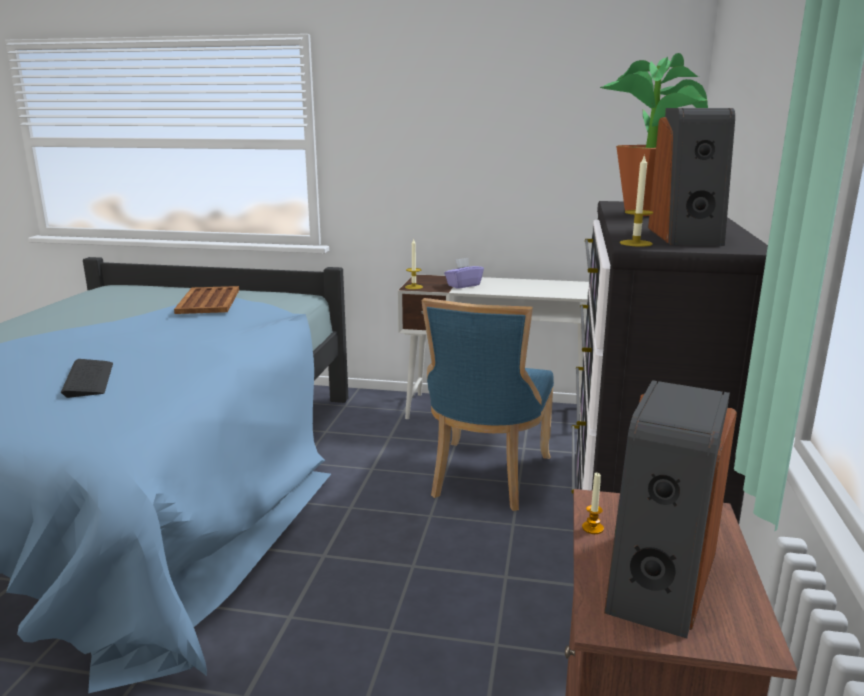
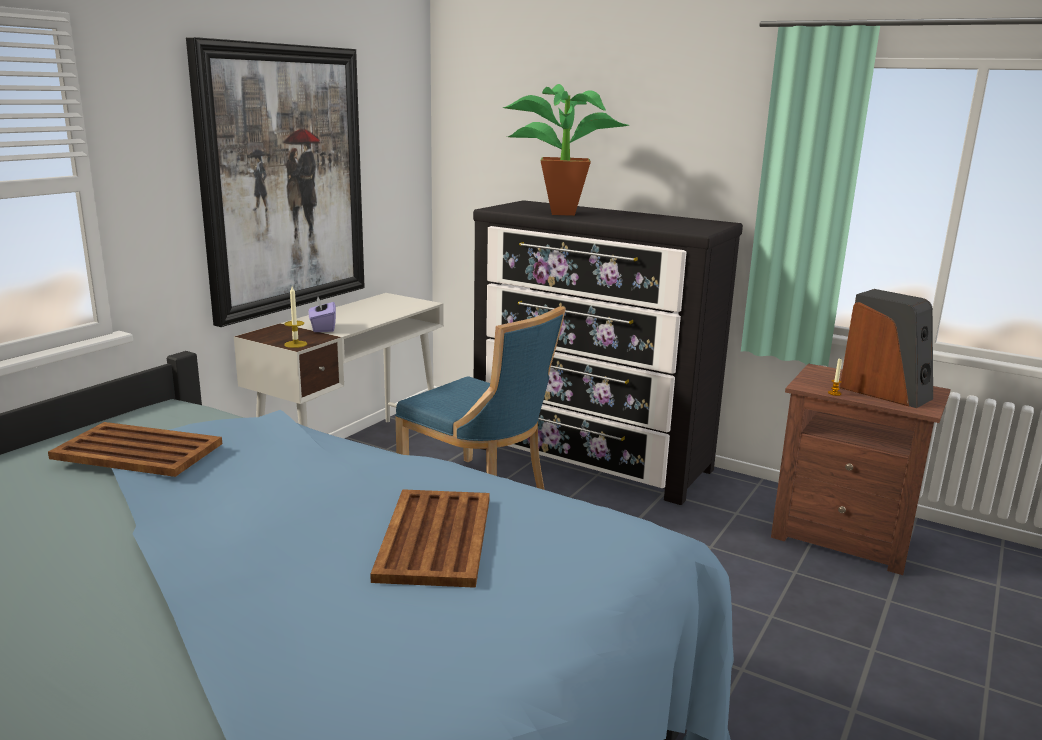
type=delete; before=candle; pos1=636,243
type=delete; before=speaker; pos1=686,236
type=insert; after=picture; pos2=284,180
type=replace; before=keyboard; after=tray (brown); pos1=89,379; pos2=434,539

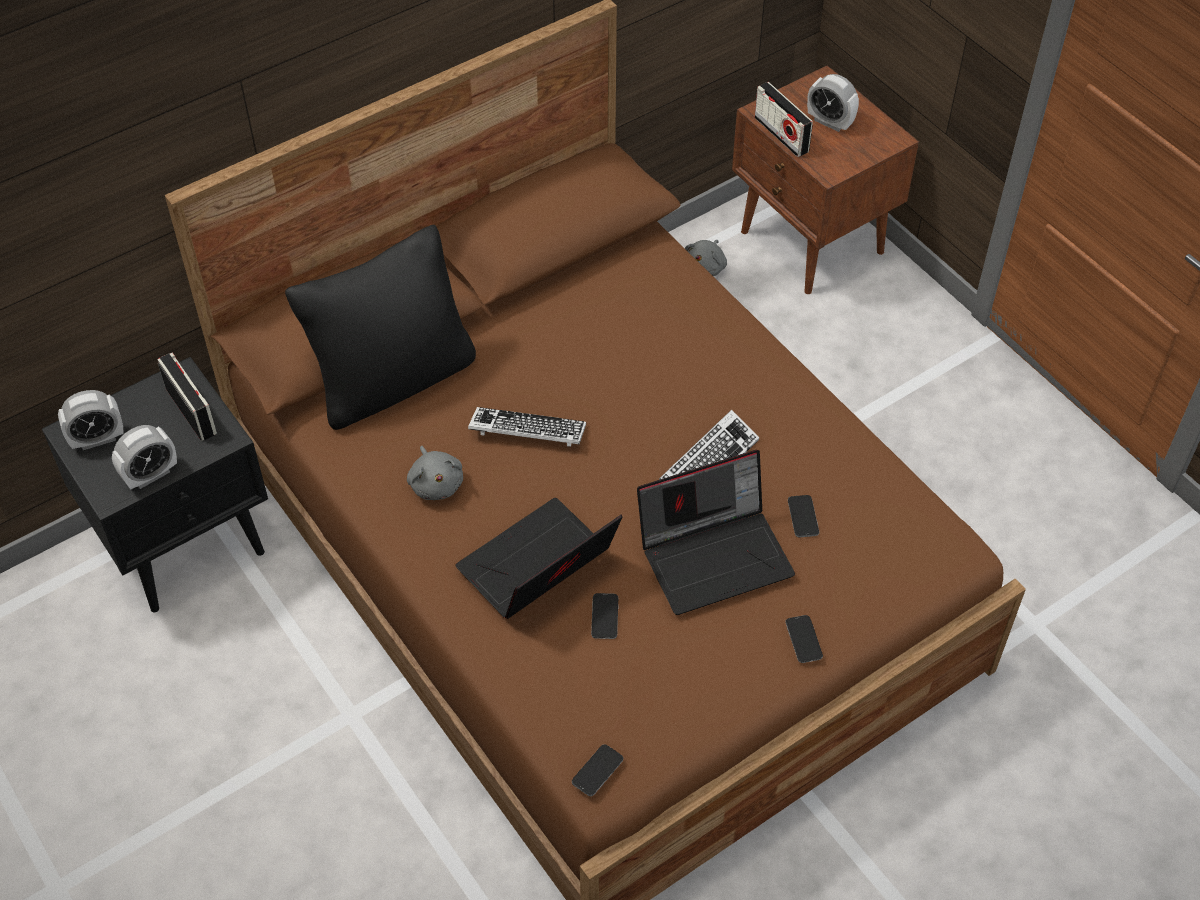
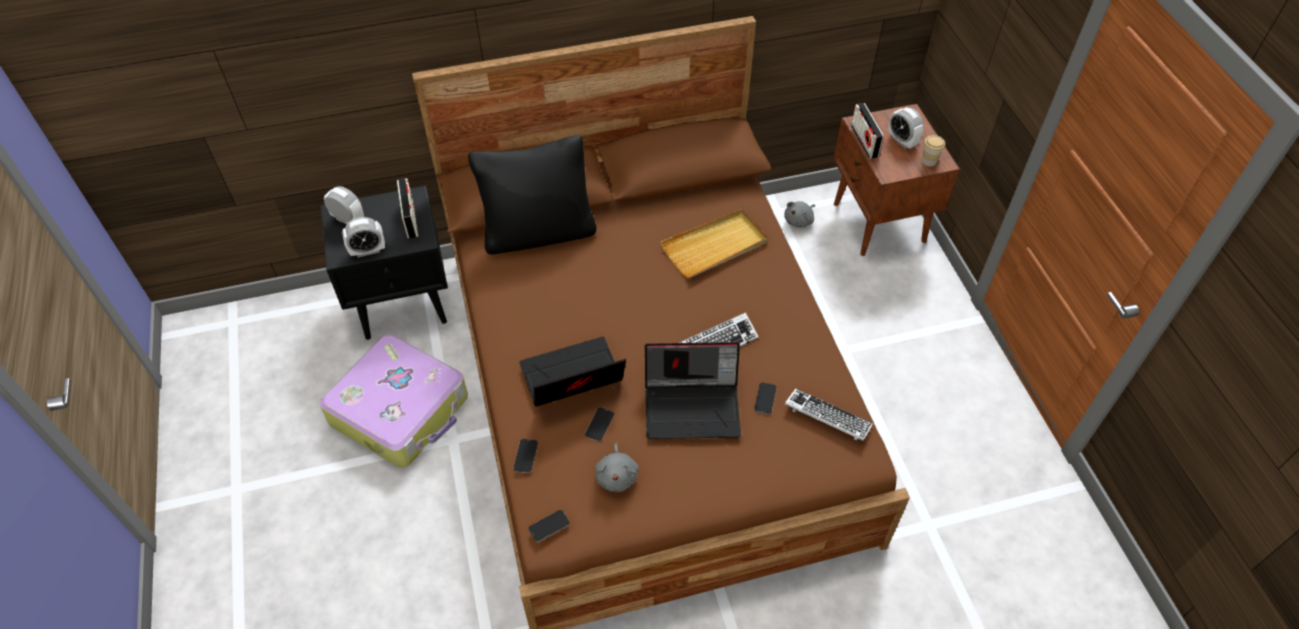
type=insert; after=suitcase; pos2=401,410
type=insert; after=tray (beige); pos2=715,246
type=insert; after=cup; pos2=929,161
type=move; before=plush toy (grey); pos1=436,483; pos2=617,476
type=move; before=keyboard; pos1=527,432; pos2=827,418
type=move; before=phone; pos1=803,639; pos2=525,456
type=rotate; before=alarm clock; pos1=97,439; pos2=348,220; turn=-150

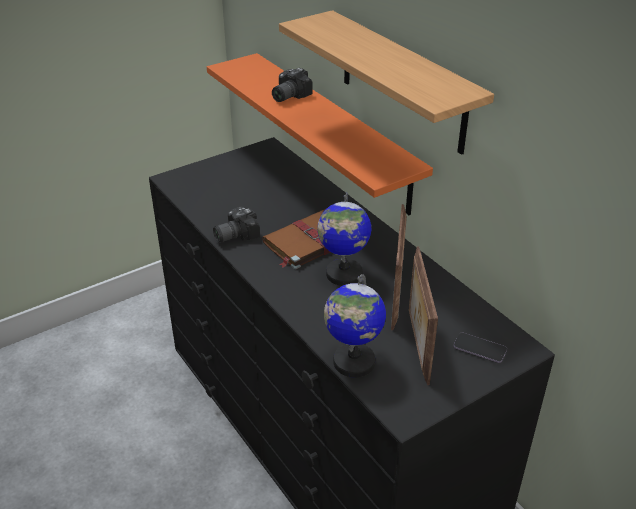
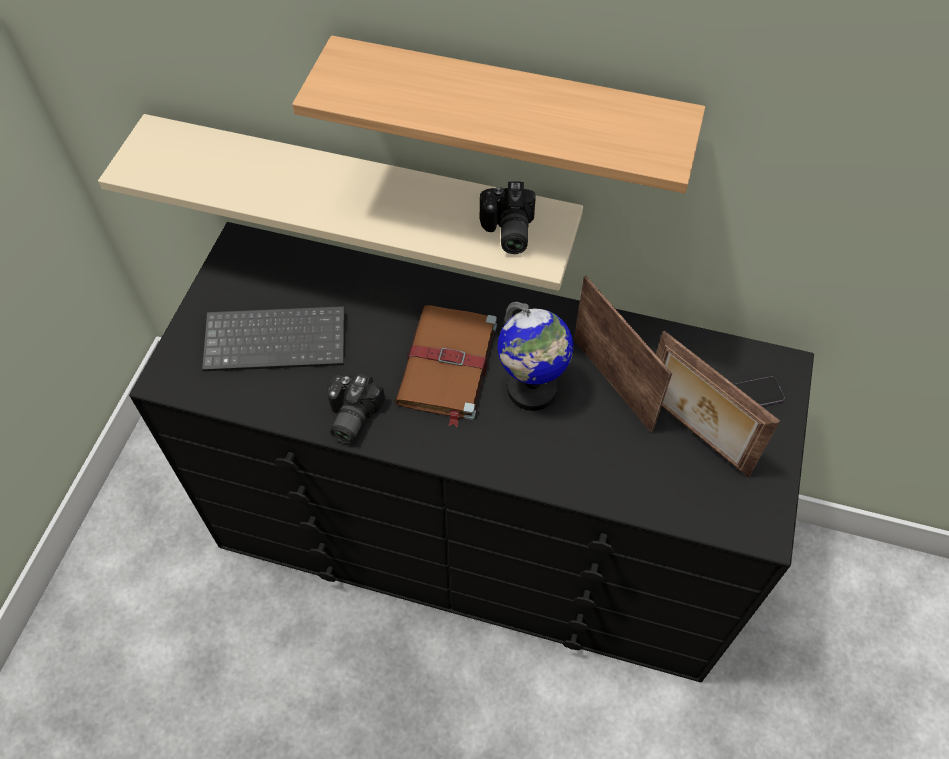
type=delete; before=globe; pos1=353,362
type=insert; after=keyboard; pos2=277,339
type=move; before=photo camera; pos1=287,96; pos2=506,231
type=recolor; before=shelf (orange); after=shelf (beige); pos1=333,131; pos2=360,191

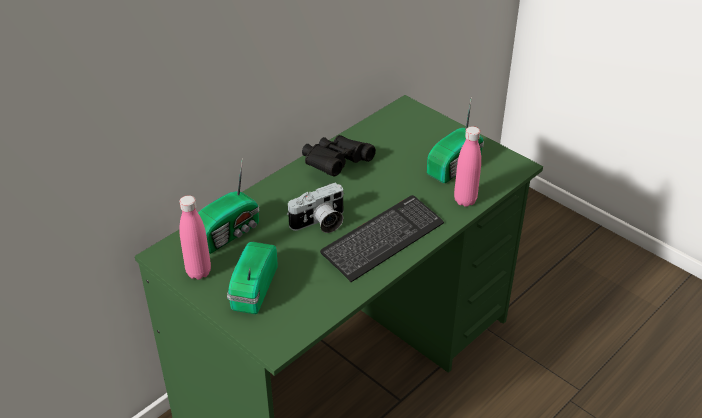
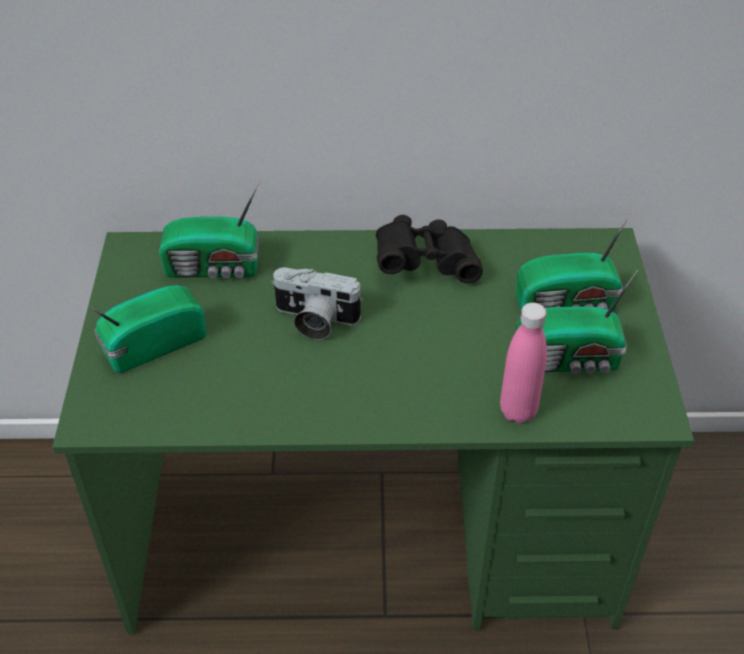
type=delete; before=bottle (pink); pos1=198,272
type=delete; before=keyboard; pos1=383,239
type=insert; after=radio; pos2=568,306

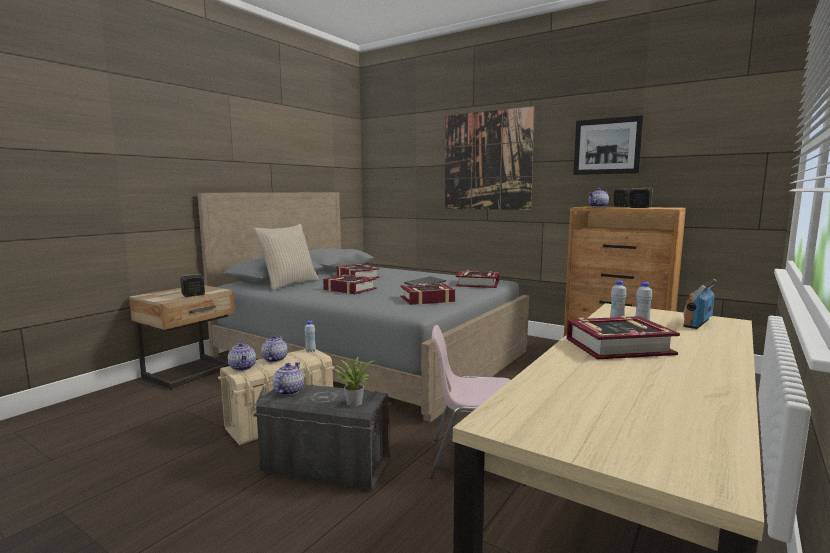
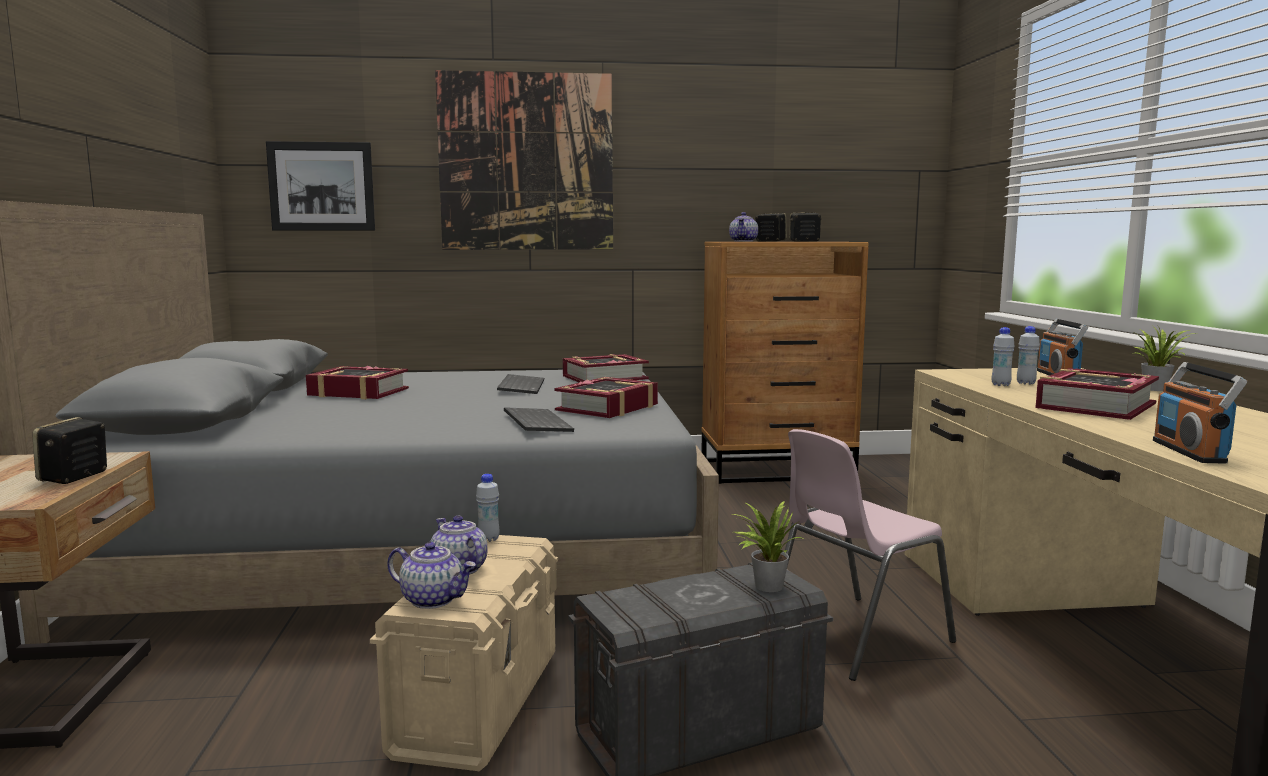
type=delete; before=pillow (beige); pos1=288,284
type=delete; before=teapot; pos1=288,391
type=delete; before=book; pos1=349,289
type=insert; after=keyboard; pos2=535,423
type=insert; after=potted plant; pos2=1156,389
type=insert; after=radio; pos2=1190,451
type=move; before=picture; pos1=607,146; pos2=321,186

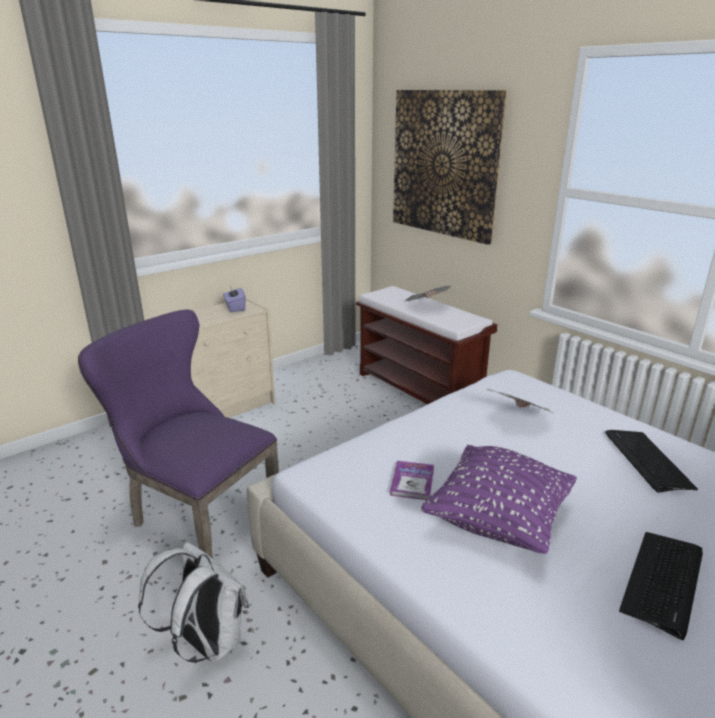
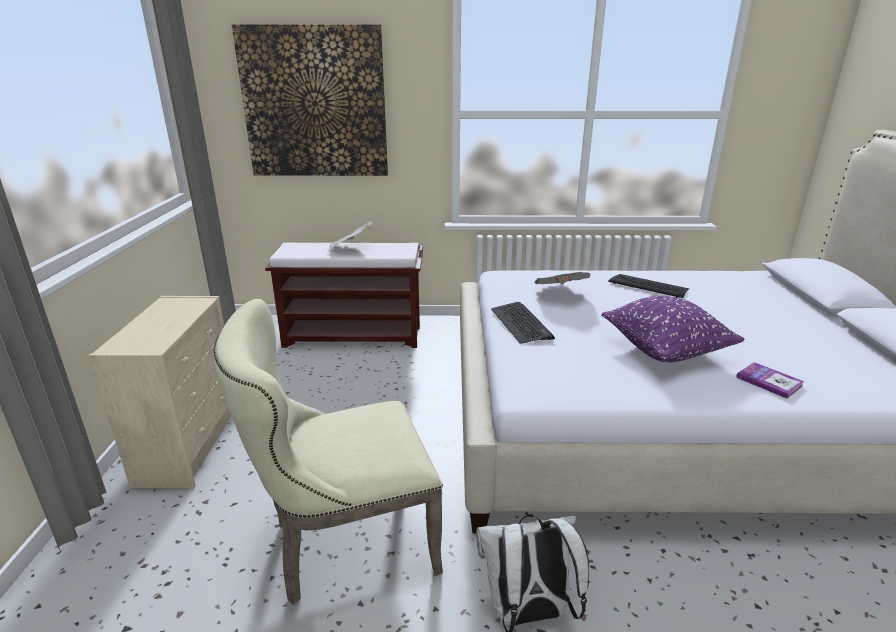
type=delete; before=tissue box (purple); pos1=235,308
type=move; before=book; pos1=412,481; pos2=769,381
type=move; before=keyboard; pos1=663,581; pos2=521,323
type=recolor; before=chair (purple); after=chair (beige); pos1=197,517; pos2=344,544

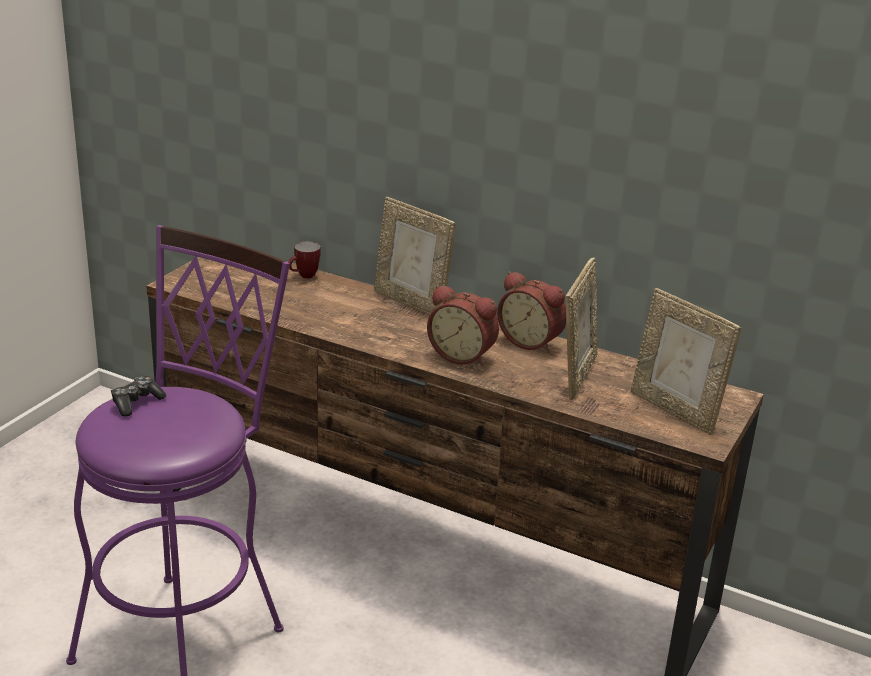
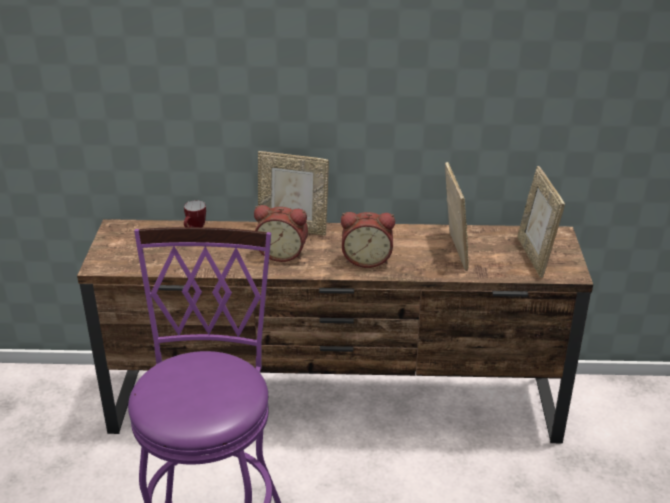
type=delete; before=game controller; pos1=136,402
type=move; before=alarm clock; pos1=531,341; pos2=282,253
type=rotate; before=picture frame; pos1=675,410; pos2=534,256; turn=60

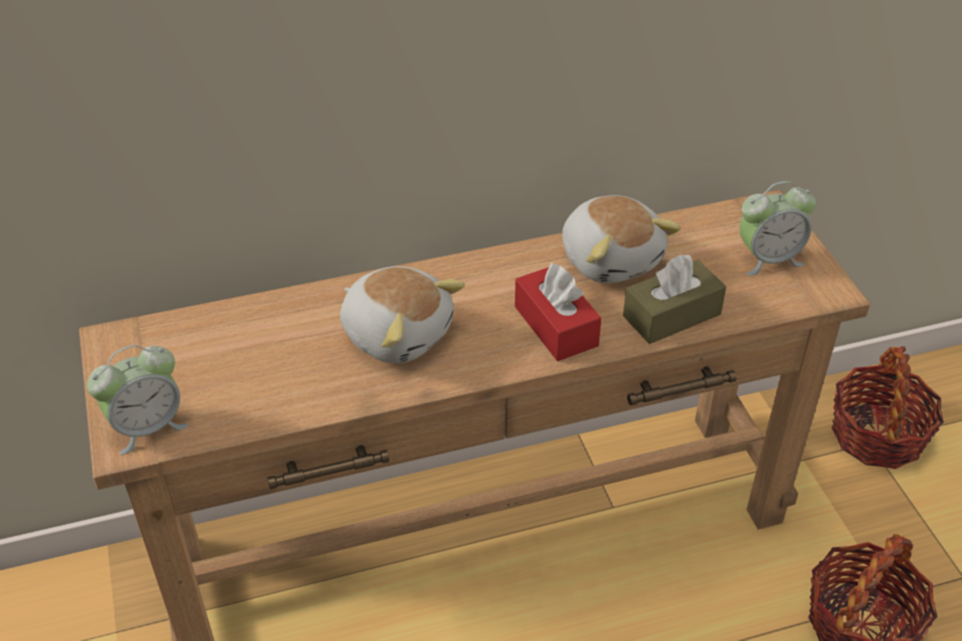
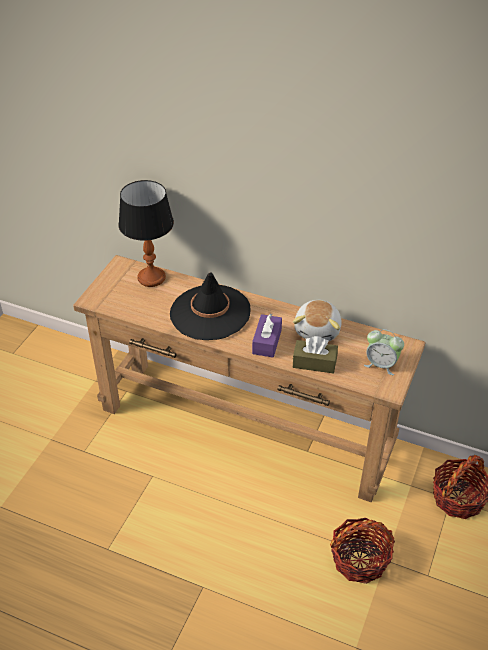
type=delete; before=alarm clock; pos1=147,427
type=insert; after=table lamp; pos2=151,278
type=replace; before=plush toy; after=hat (black); pos1=397,333; pos2=210,313
type=recolor; before=tissue box (red); after=tissue box (purple); pos1=556,326; pos2=267,342

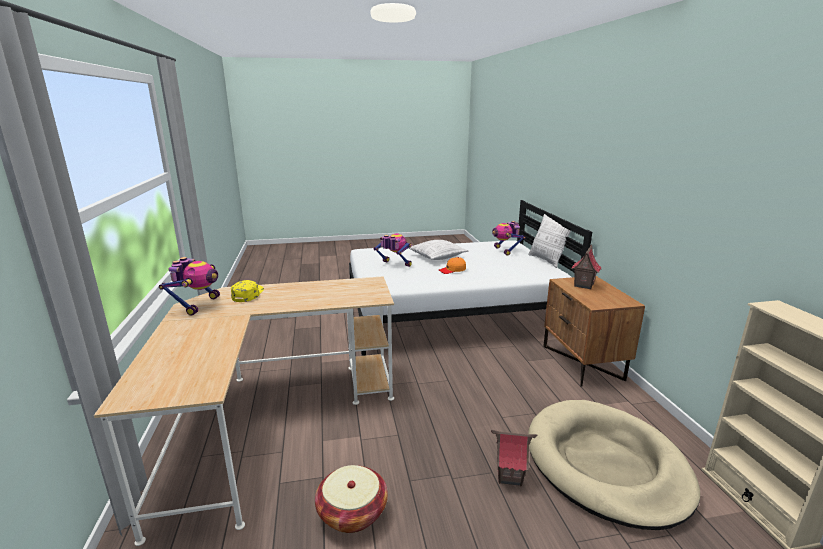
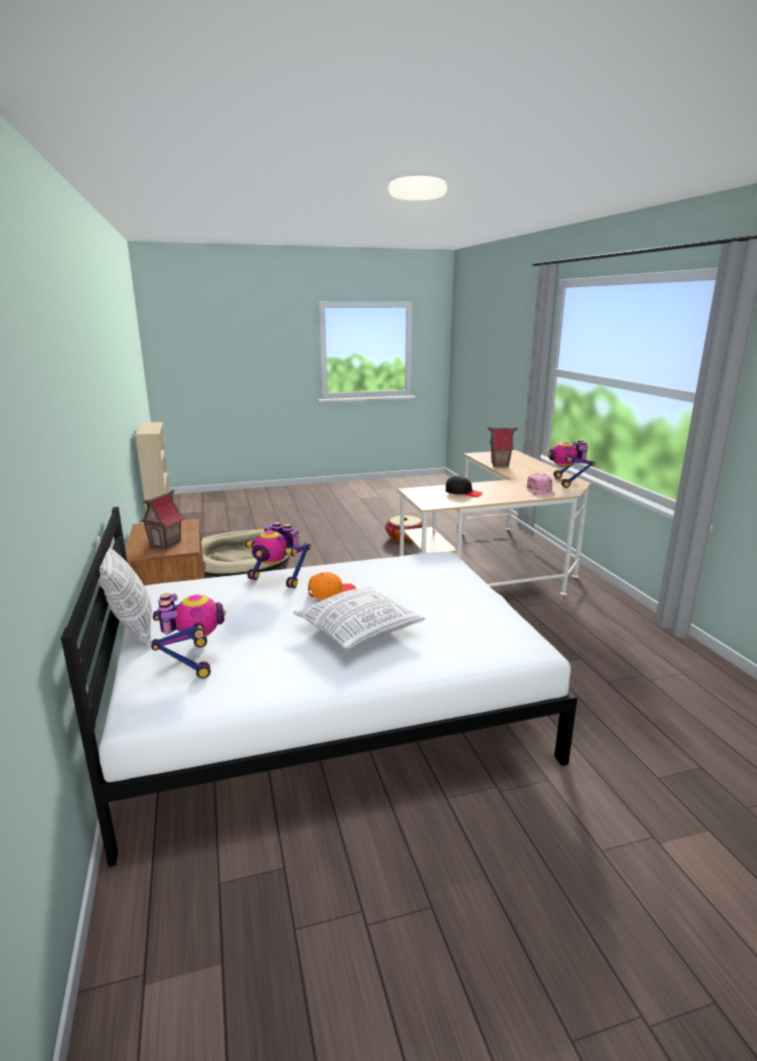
type=insert; after=cap (black); pos2=463,493
type=move; before=toy robot; pos1=394,265; pos2=277,580
type=move; before=toy house; pos1=509,476; pos2=499,464
type=recolor; before=cap (yellow); after=cap (pink); pos1=247,294; pos2=541,490

